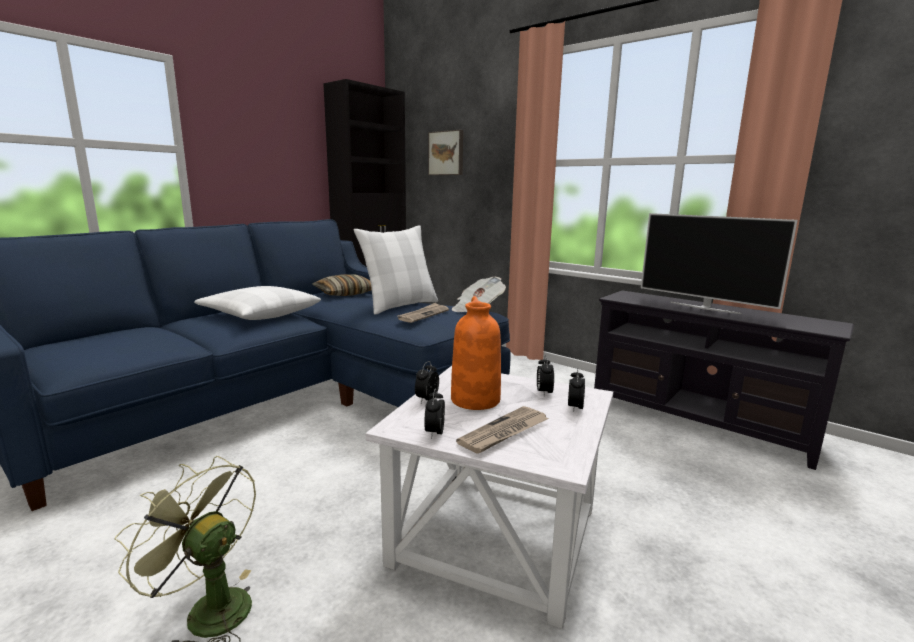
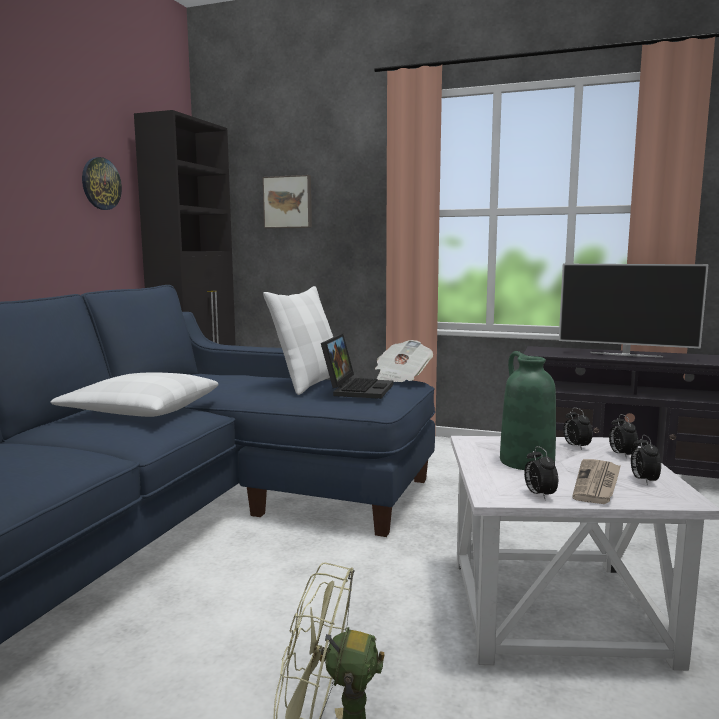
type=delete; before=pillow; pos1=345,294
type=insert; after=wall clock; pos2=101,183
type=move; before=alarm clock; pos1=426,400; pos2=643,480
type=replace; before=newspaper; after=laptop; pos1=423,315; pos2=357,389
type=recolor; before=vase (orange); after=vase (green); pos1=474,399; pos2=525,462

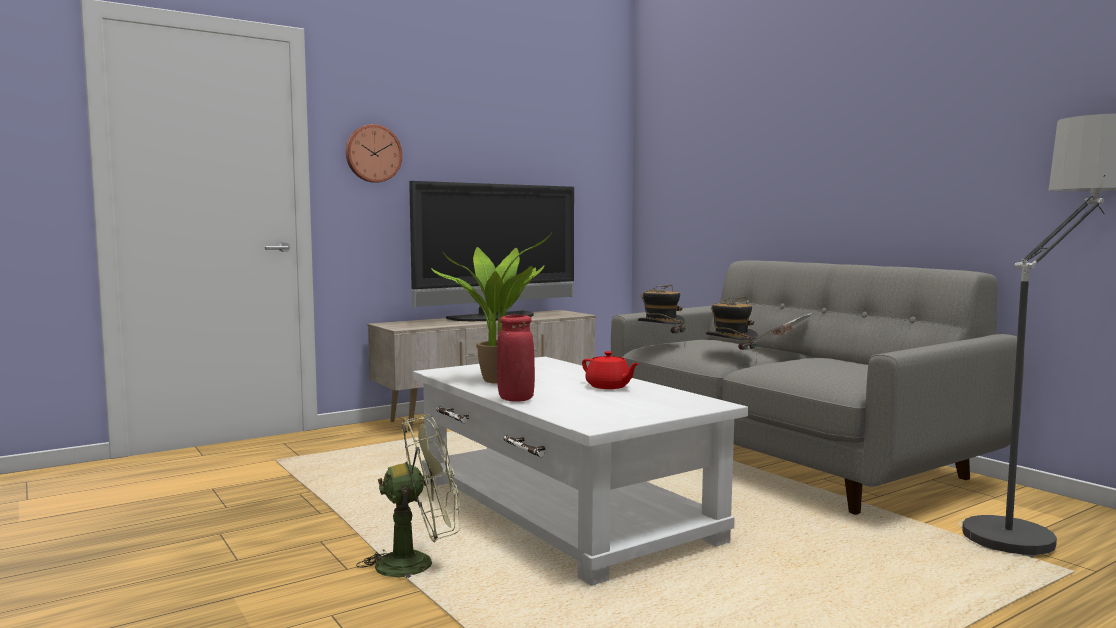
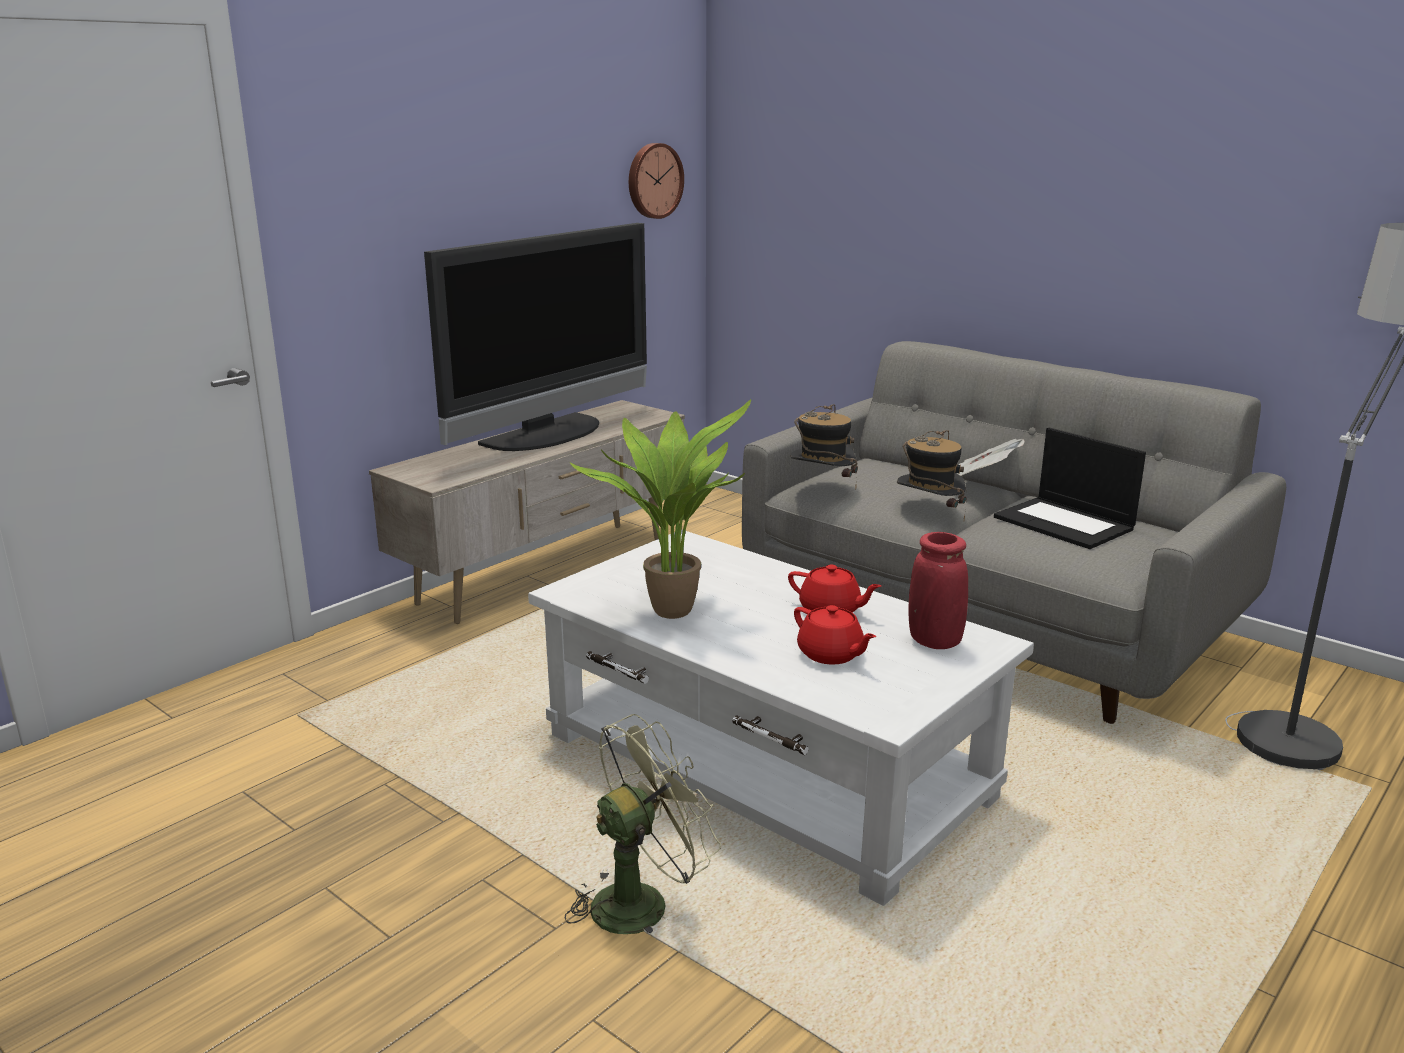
type=insert; after=teapot (red); pos2=831,655
type=insert; after=laptop; pos2=1065,523
type=move; before=wall clock; pos1=373,153; pos2=653,180
type=move; before=vase (red); pos1=515,399; pos2=934,642

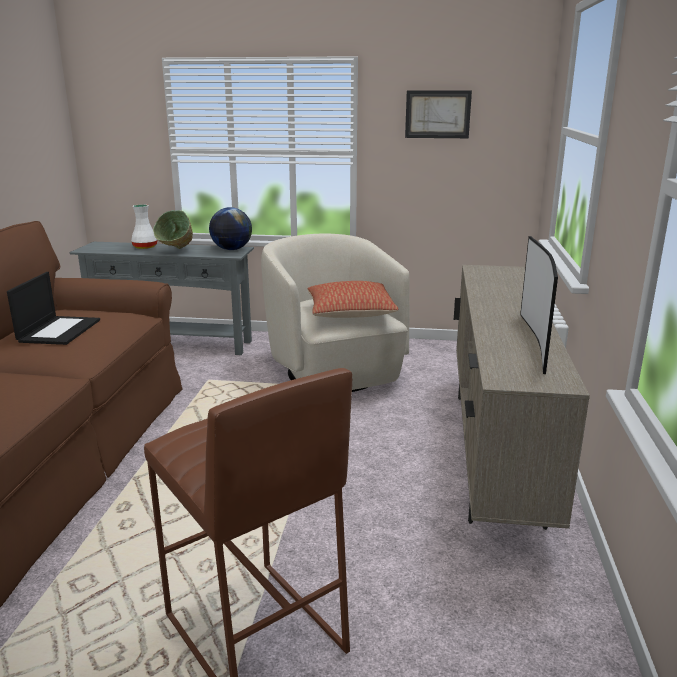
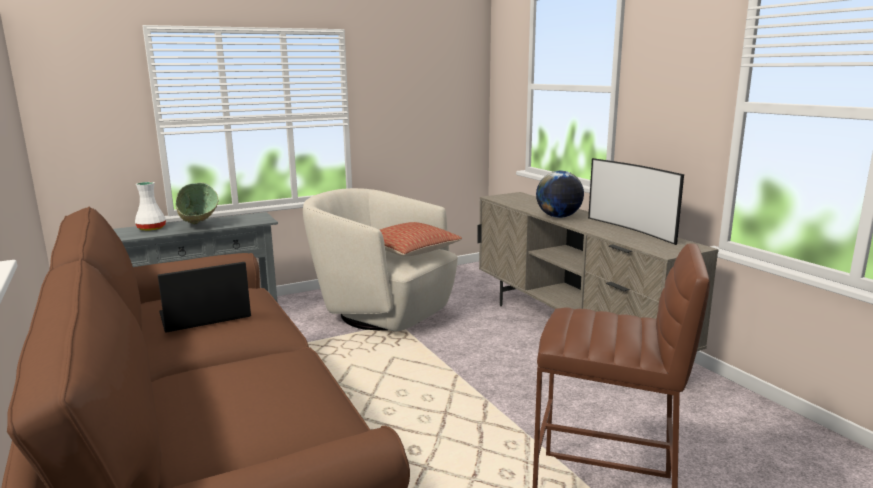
type=delete; before=picture; pos1=437,114
type=move; before=globe; pos1=231,249; pos2=558,217
type=rotate; before=laptop; pos1=59,330; pos2=204,316; turn=-90

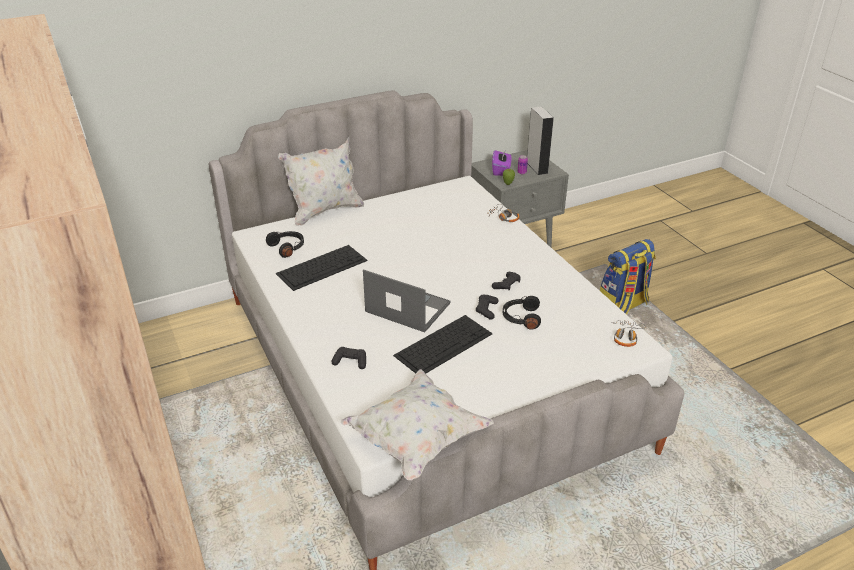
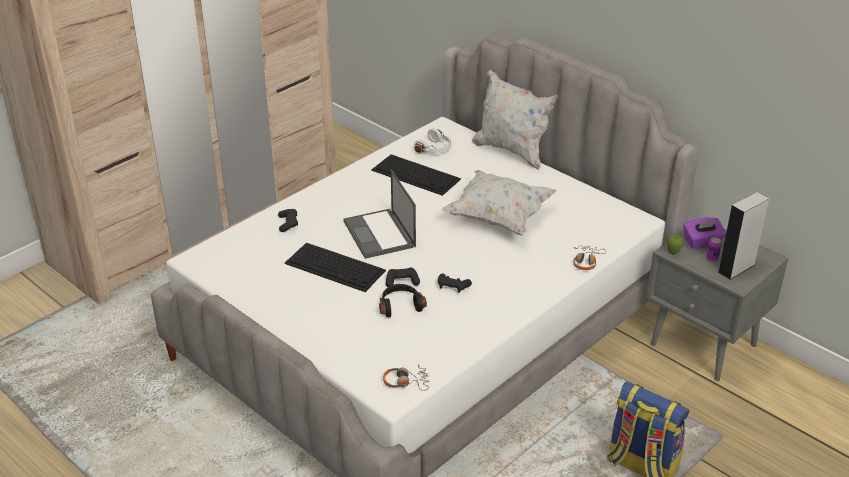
type=move; before=pillow (white); pos1=416,440; pos2=498,217
type=recolor; before=headphones (black); after=headphones (white); pos1=288,248; pos2=435,149
type=rotate; before=laptop; pos1=406,307; pos2=380,234; turn=150

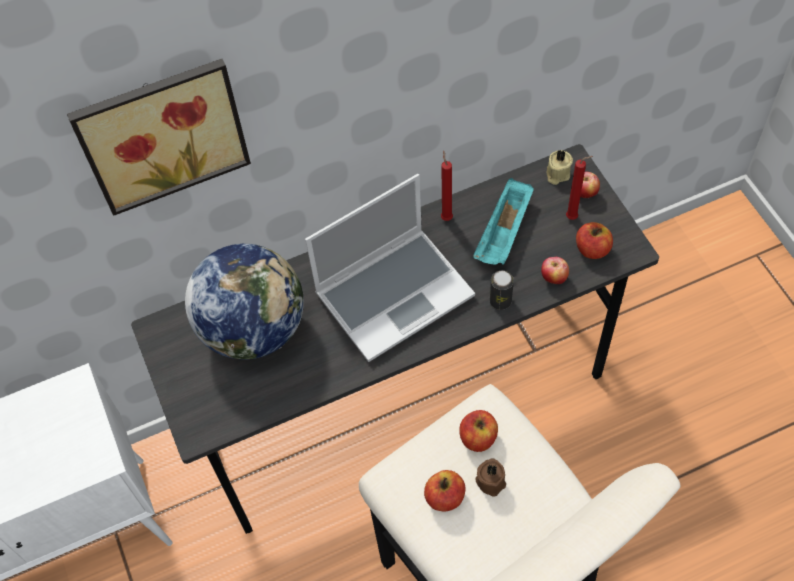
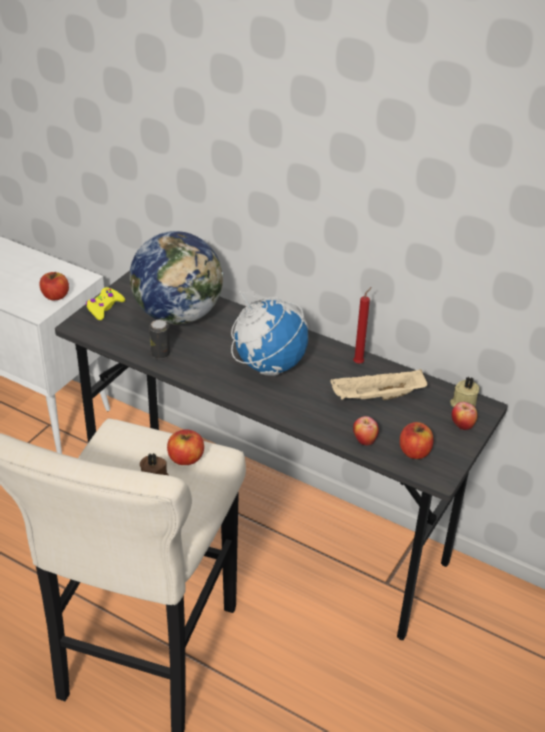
type=delete; before=picture; pos1=161,132
type=delete; before=candle (red); pos1=573,217
type=insert; after=game controller (yellow); pos2=104,308
type=move; before=apple; pos1=445,497; pos2=55,296
type=move; before=can; pos1=500,301; pos2=160,354
type=replace; before=laptop; after=globe; pos1=395,293; pos2=268,365
type=recolor; before=tray (turquoise); after=tray (beige); pos1=504,233; pos2=376,397

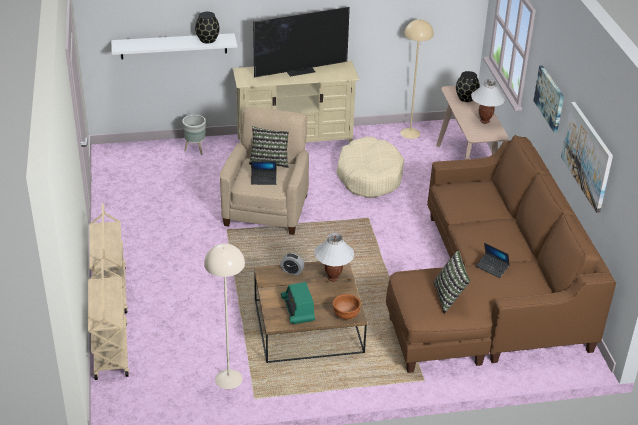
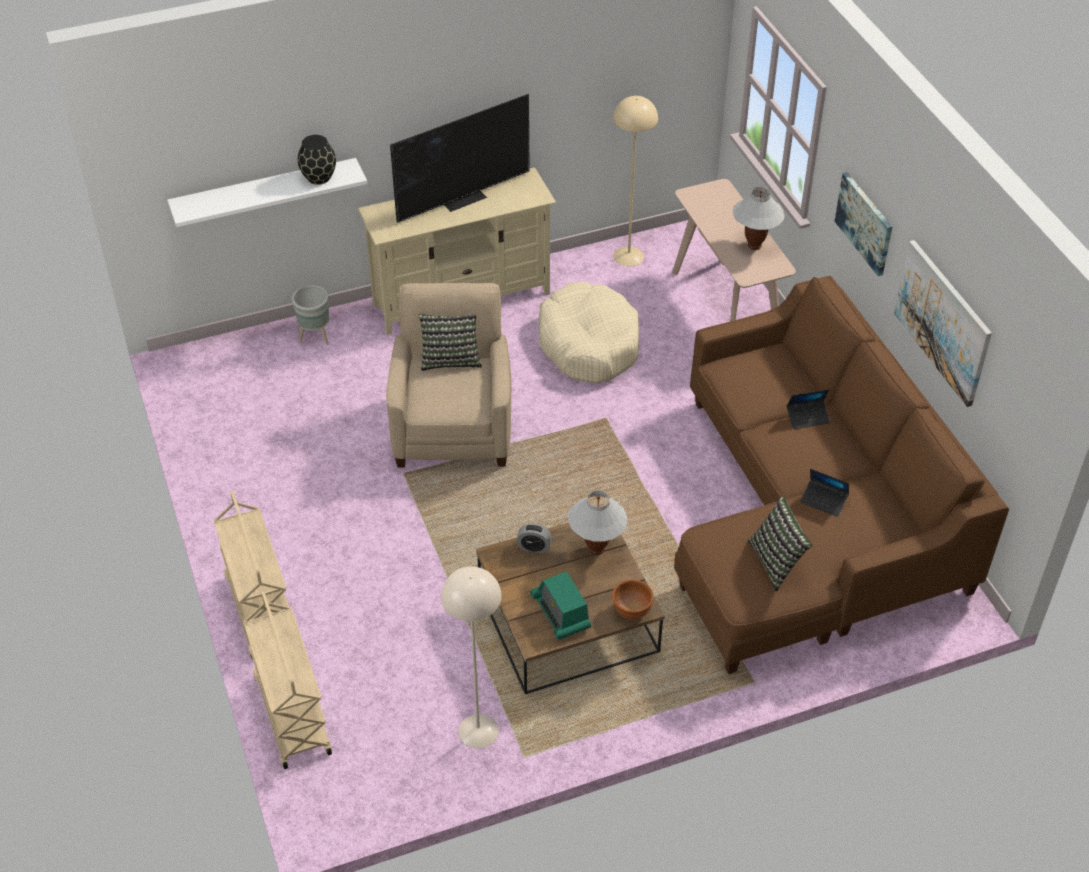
type=delete; before=vase (black); pos1=466,98
type=move; before=laptop; pos1=264,180; pos2=807,417

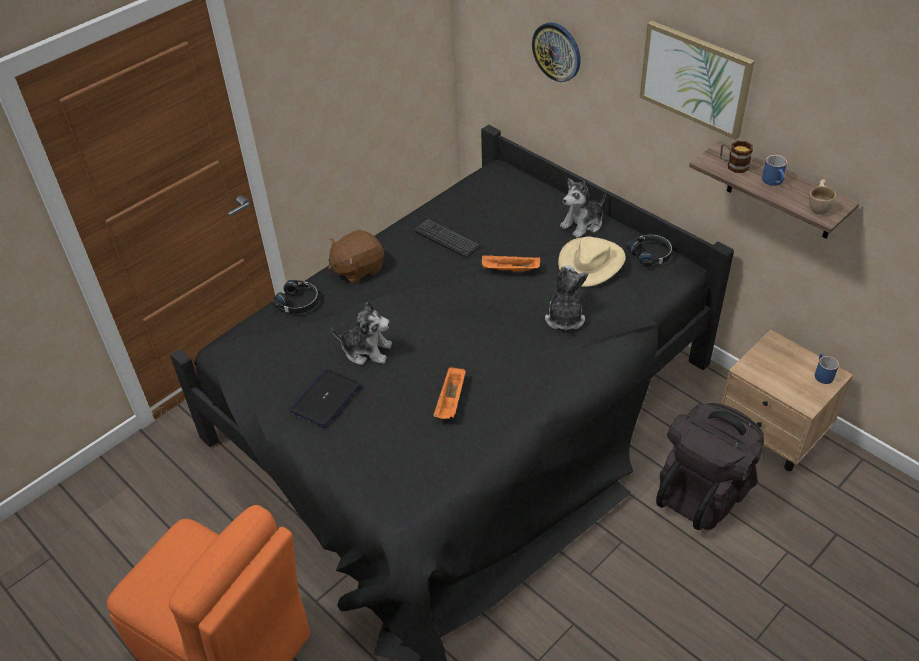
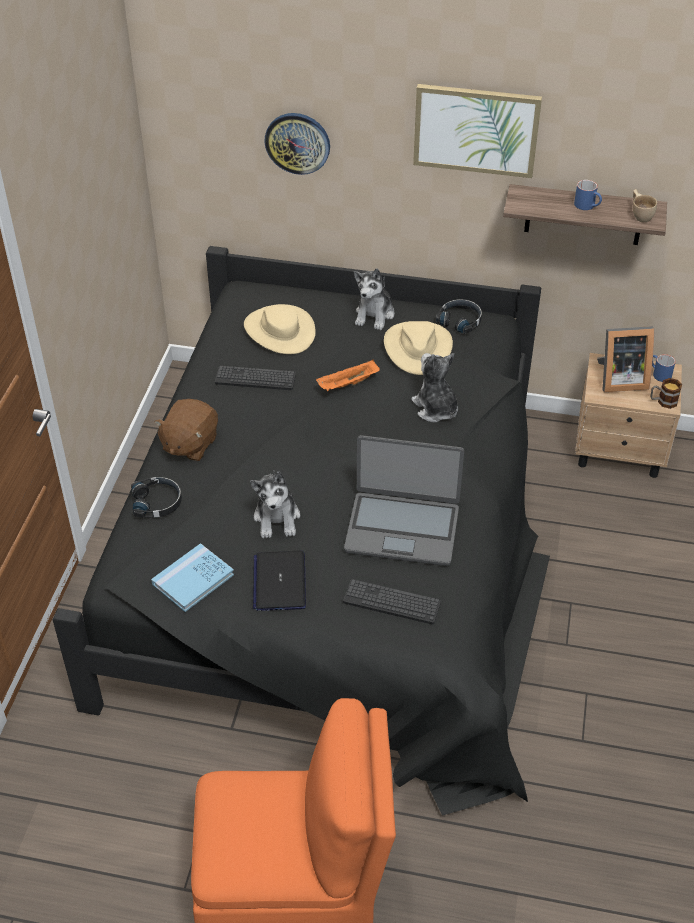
type=delete; before=backpack (black); pos1=704,491
type=insert; after=book (blue); pos2=193,579
type=insert; after=hat (beige); pos2=279,331
type=insert; after=keyboard; pos2=391,602
type=insert; after=picture frame; pos2=619,379
type=move; before=mug; pos1=733,165; pos2=663,401
type=replace; before=tray (orange); after=laptop; pos1=451,401; pos2=402,528
type=rotate; before=plush toy; pos1=366,350; pos2=277,518; turn=105

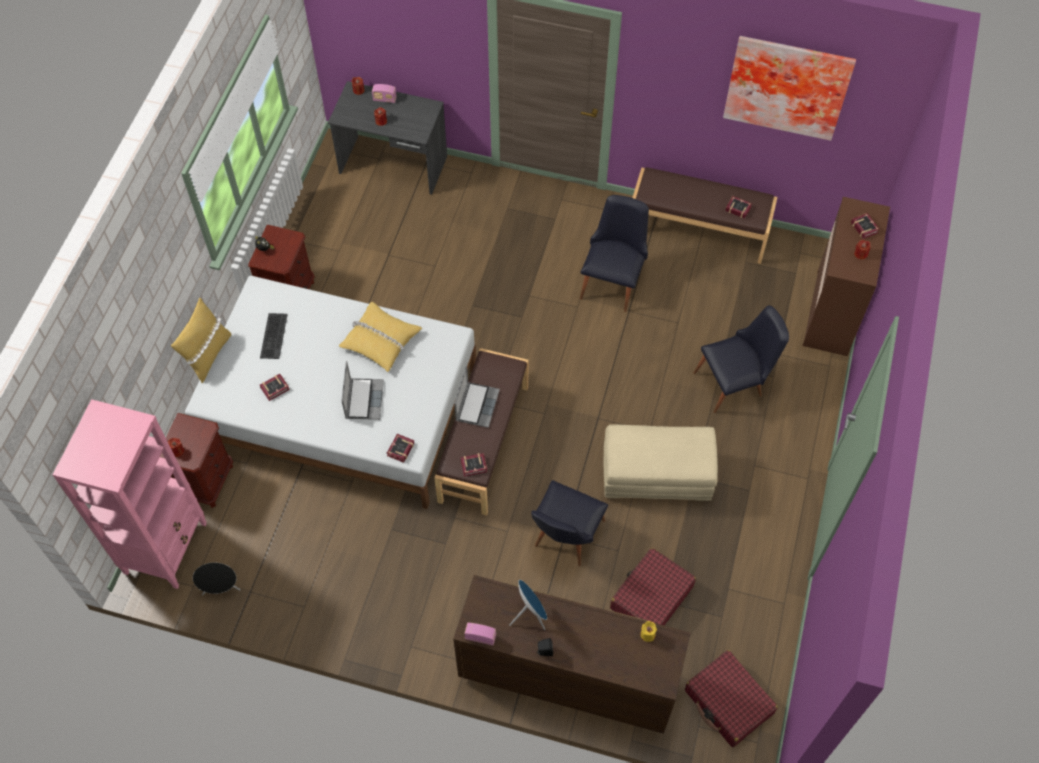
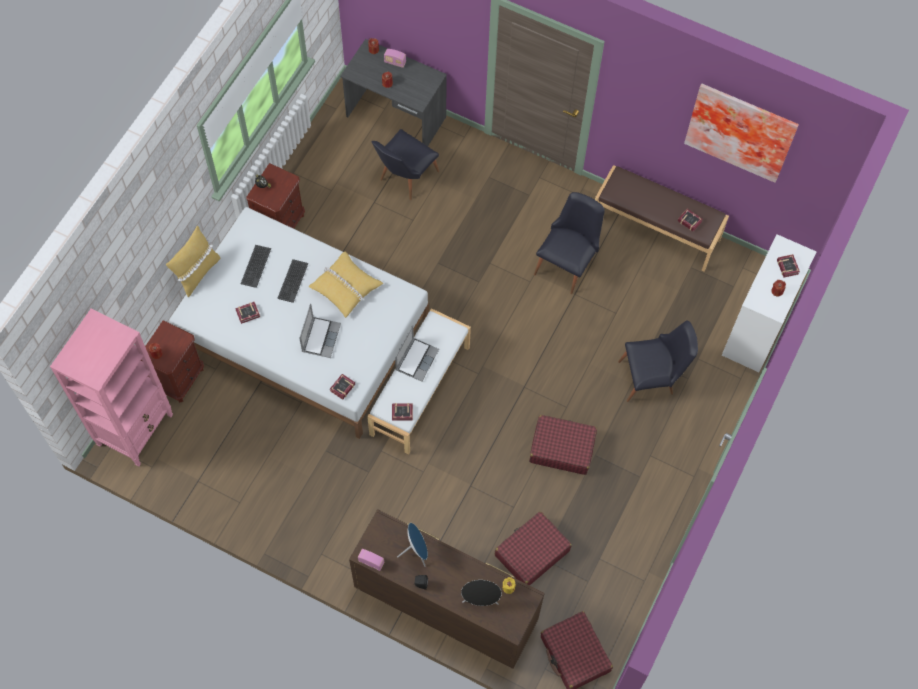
type=insert; after=keyboard; pos2=292,281
type=move; before=speaker (black); pos1=221,588; pos2=480,599
type=move; before=chair (black); pos1=564,538; pos2=404,178
type=replace; before=ottoman (beige); after=suitcase (red); pos1=656,476; pos2=561,448
type=recolor; before=bench (brown); after=bench (white); pos1=483,443; pos2=419,390
type=recolor; before=dresser (brown); after=dresser (white); pos1=831,313; pos2=756,330

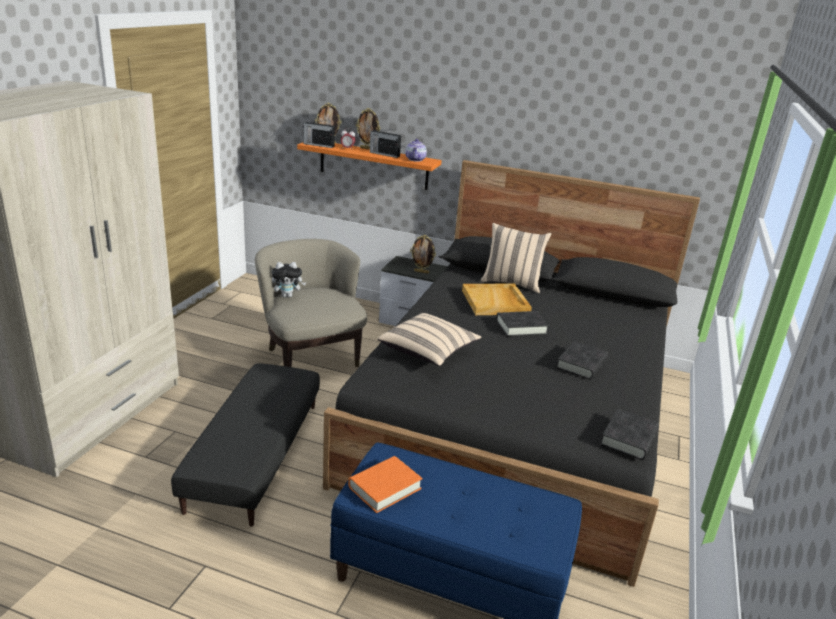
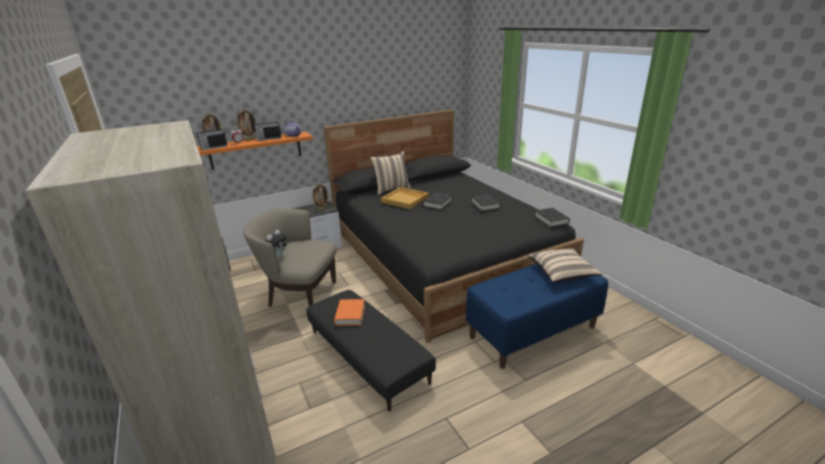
type=move; before=book (orange); pos1=384,488; pos2=350,315
type=move; before=pillow (beige); pos1=428,352; pos2=562,273

